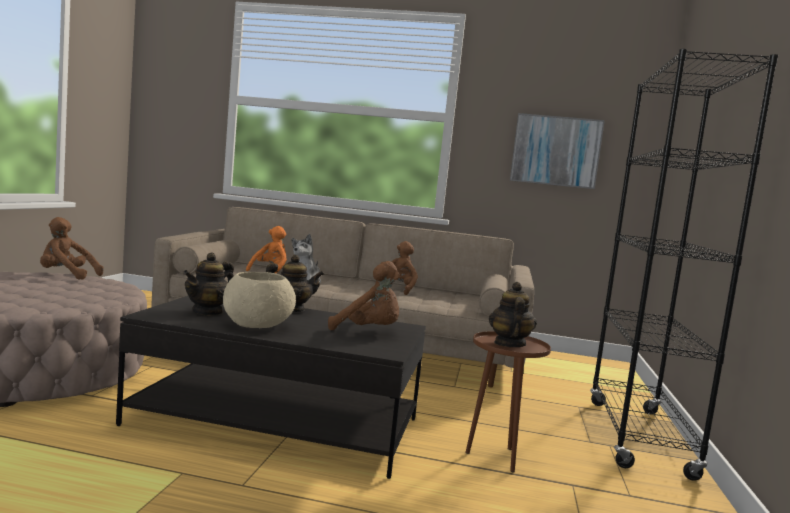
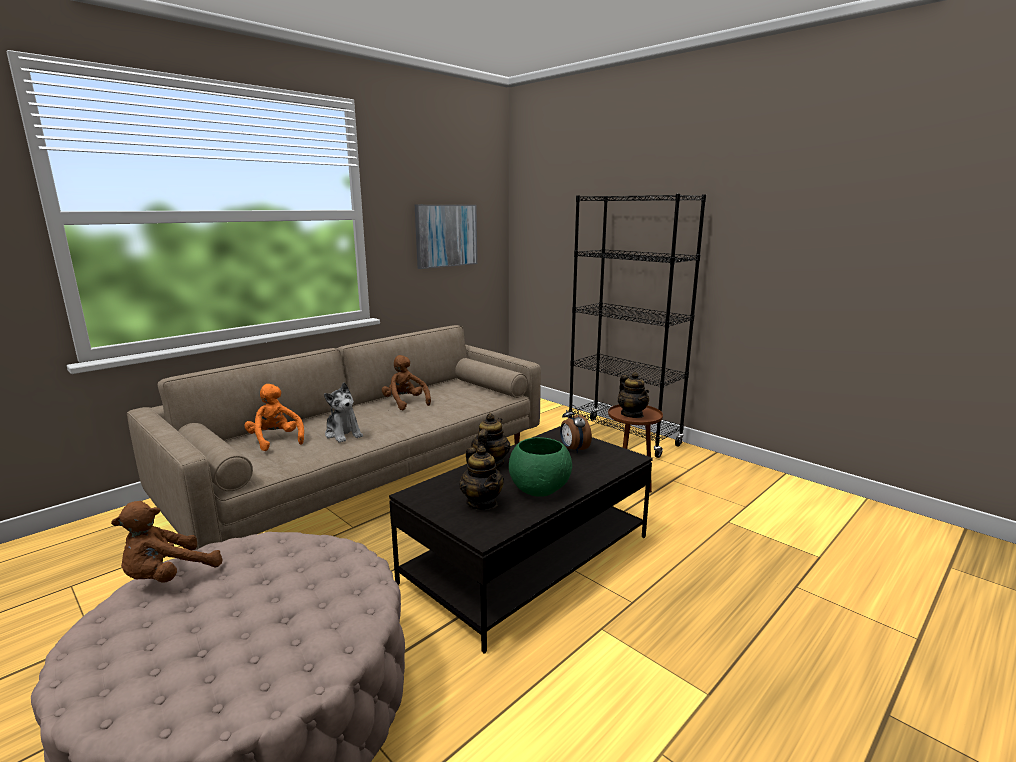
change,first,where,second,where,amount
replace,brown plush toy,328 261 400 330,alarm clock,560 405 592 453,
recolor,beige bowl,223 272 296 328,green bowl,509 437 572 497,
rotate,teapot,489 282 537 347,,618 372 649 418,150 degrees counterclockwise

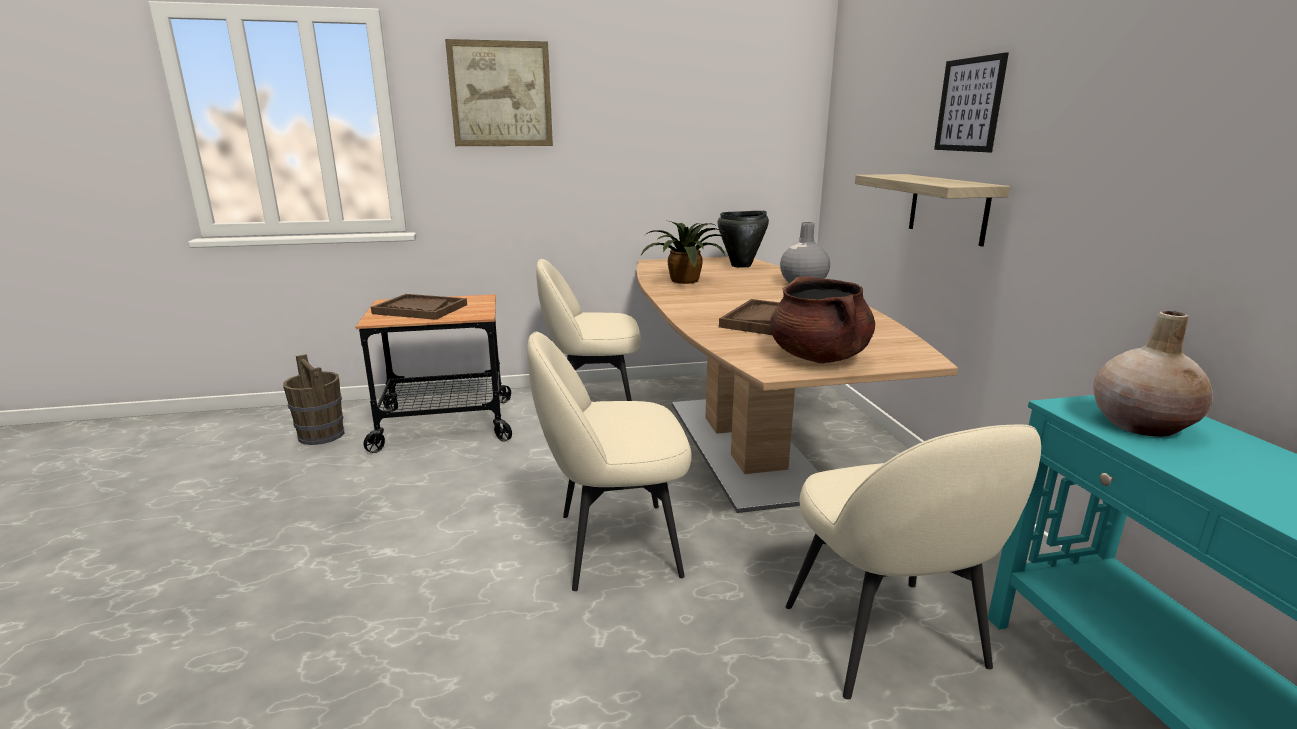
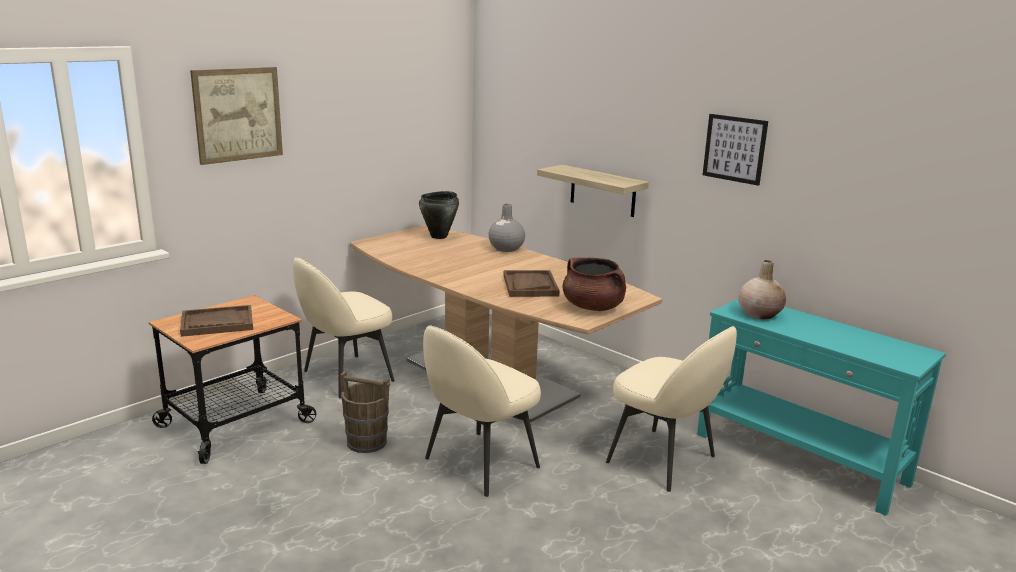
change,first,where,second,where,amount
move,picture,934 53 1009 152,,703 114 768 186,
delete,potted plant,641 221 730 284,,,
move,brown bucket,283 354 344 445,,340 371 390 453,

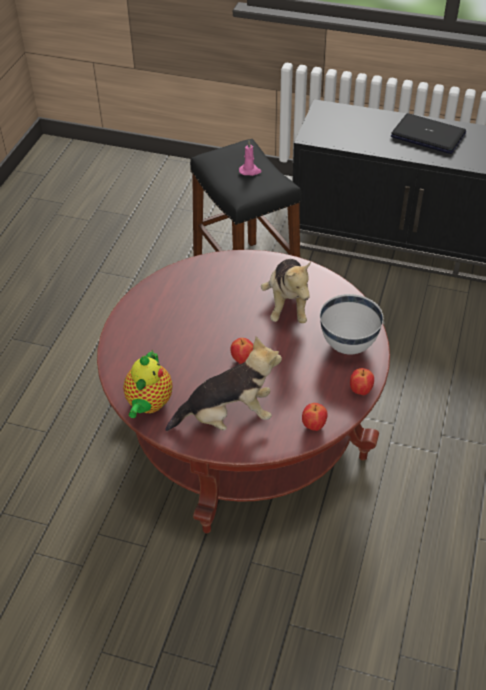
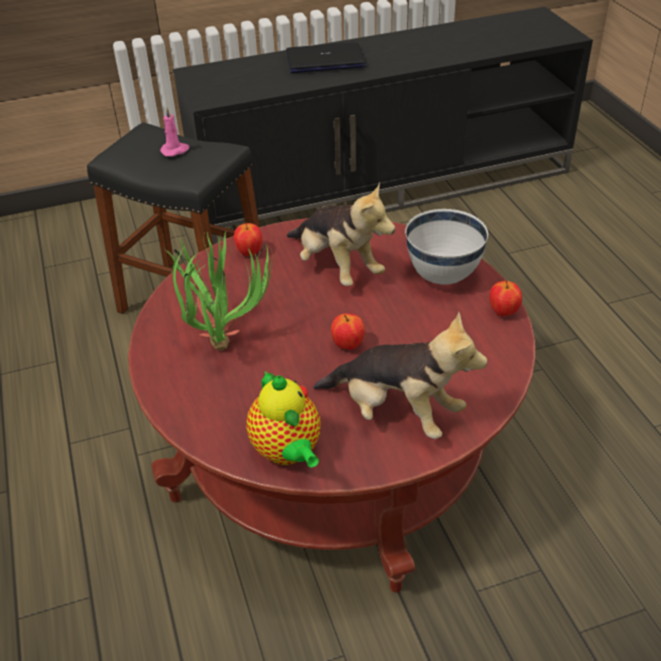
change,first,where,second,where,amount
rotate,plush toy,165 336 282 431,,313 312 488 439,75 degrees clockwise
move,apple,302 403 328 431,,234 223 262 256,
insert,,,potted plant,164 231 273 351,

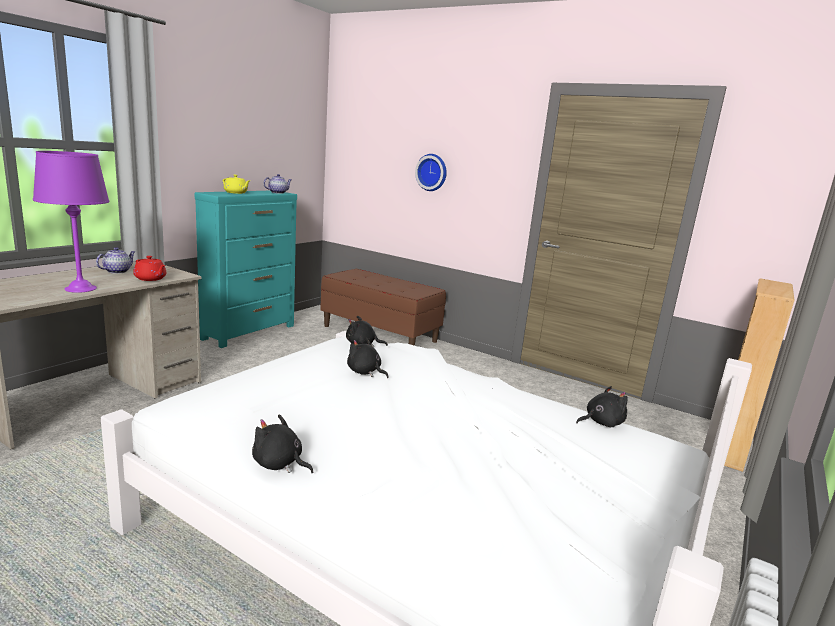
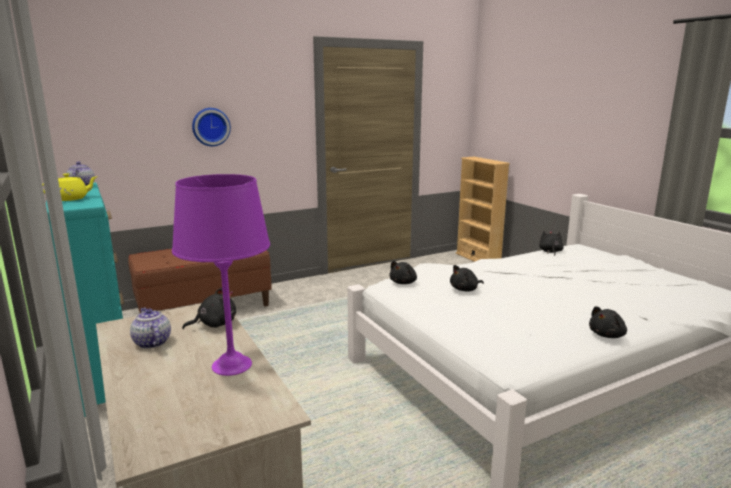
change,first,where,second,where,amount
replace,red teapot,133 256 166 281,black plush toy,182 288 236 329,

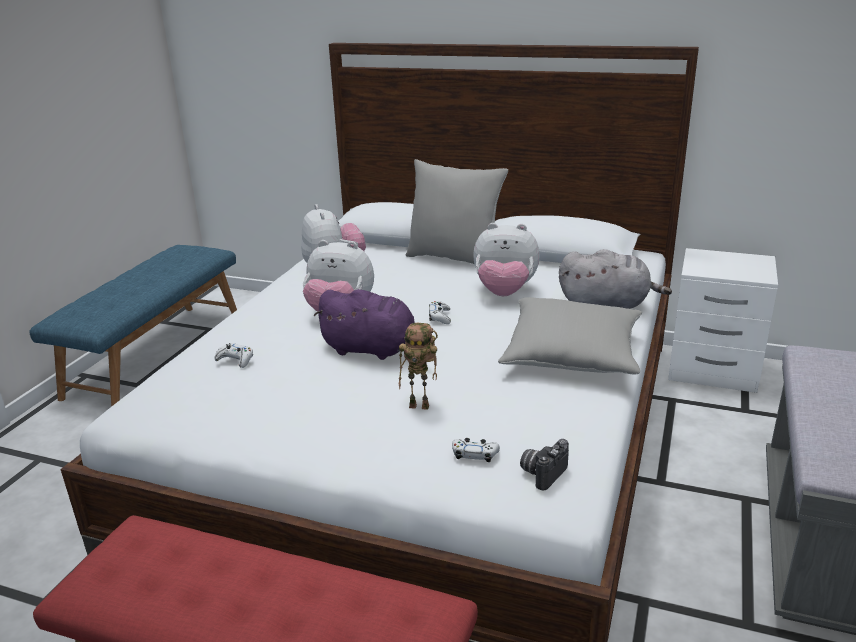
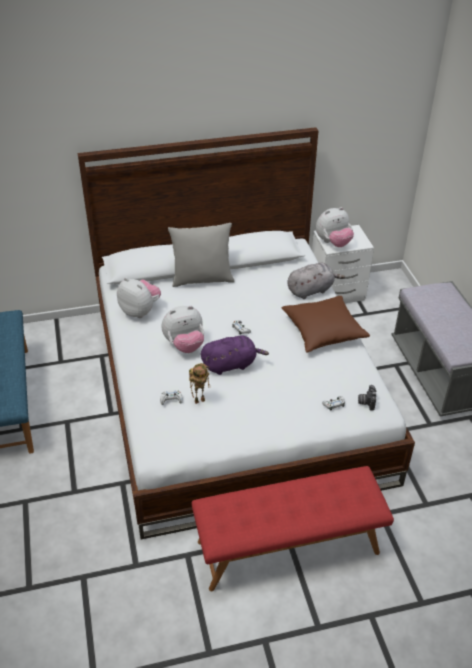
change,first,where,second,where,amount
move,plush toy,473 223 540 296,,316 207 354 247,
recolor,grey pillow,498 297 642 375,brown pillow,282 296 370 352,
move,toy robot,399 323 438 410,,189 363 210 404,

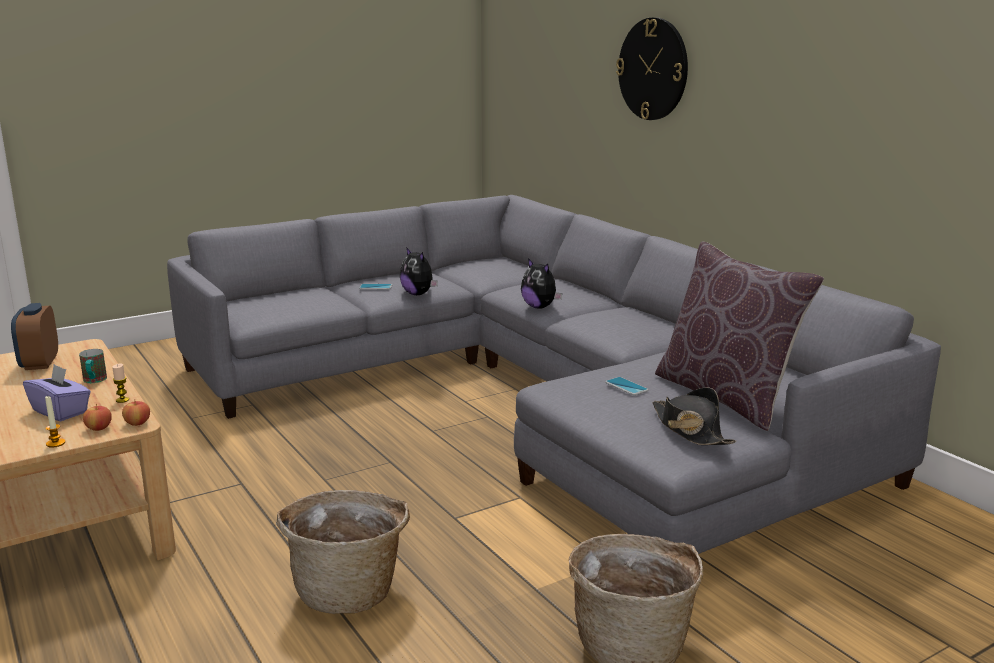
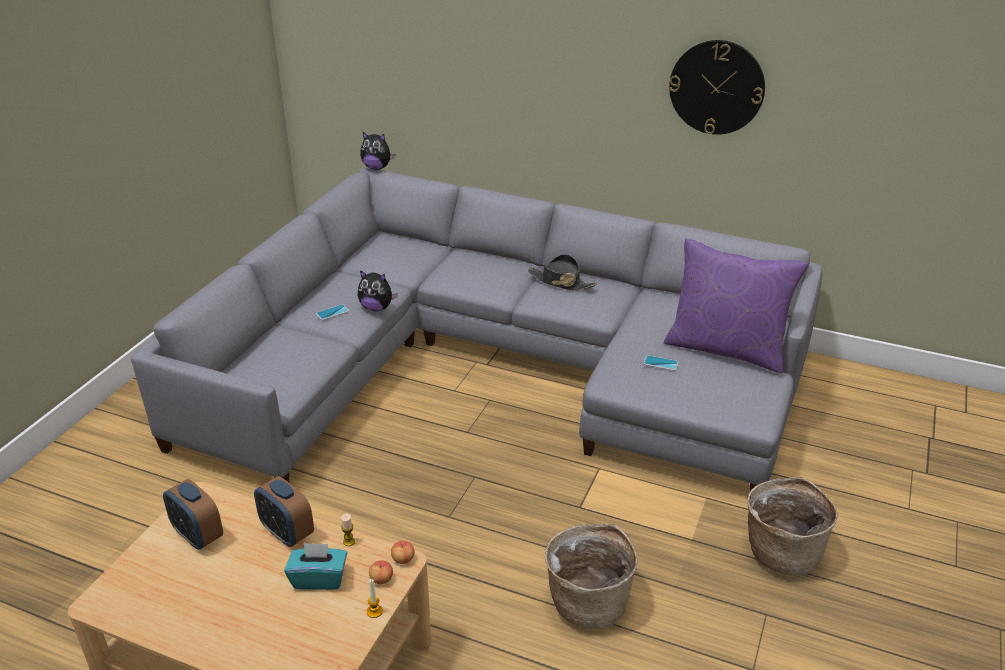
change,first,where,second,where,amount
move,wall clock,616 17 688 120,,669 40 765 135,
recolor,brown pillow,655 241 824 431,purple pillow,664 238 808 373,
move,plush toy,521 258 562 309,,360 131 395 170,
replace,mug,79 349 107 383,alarm clock,254 476 314 547,
recolor,purple tissue box,23 364 91 421,turquoise tissue box,284 543 347 590,
move,black hat,653 387 736 445,,528 254 597 291,

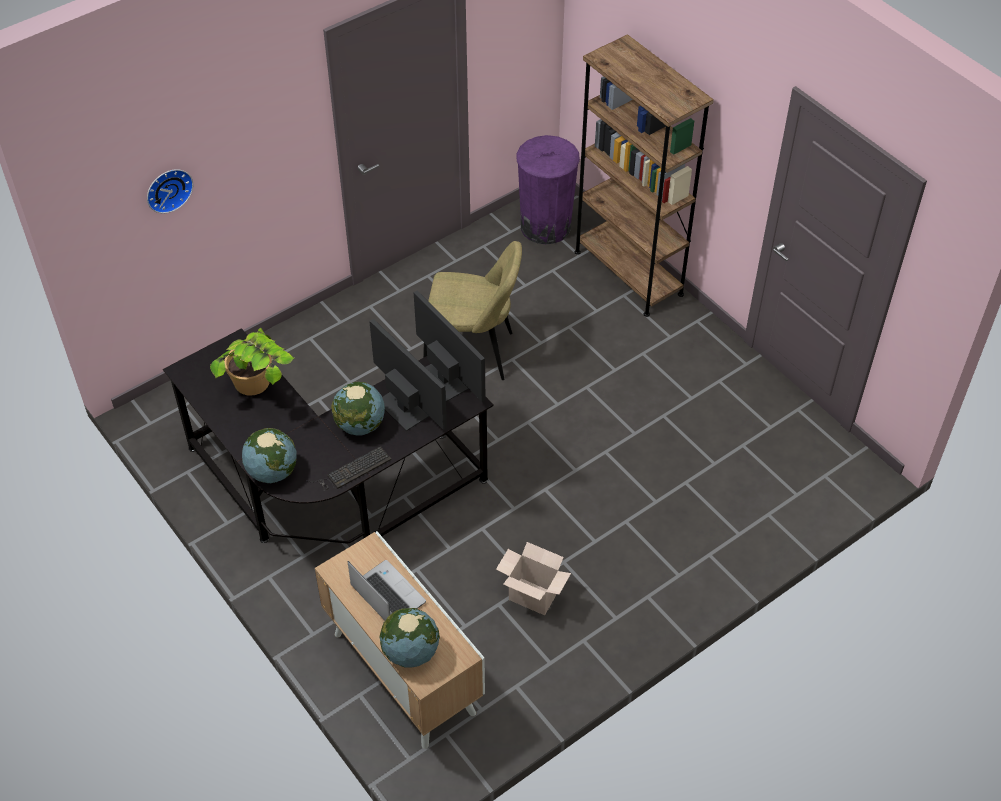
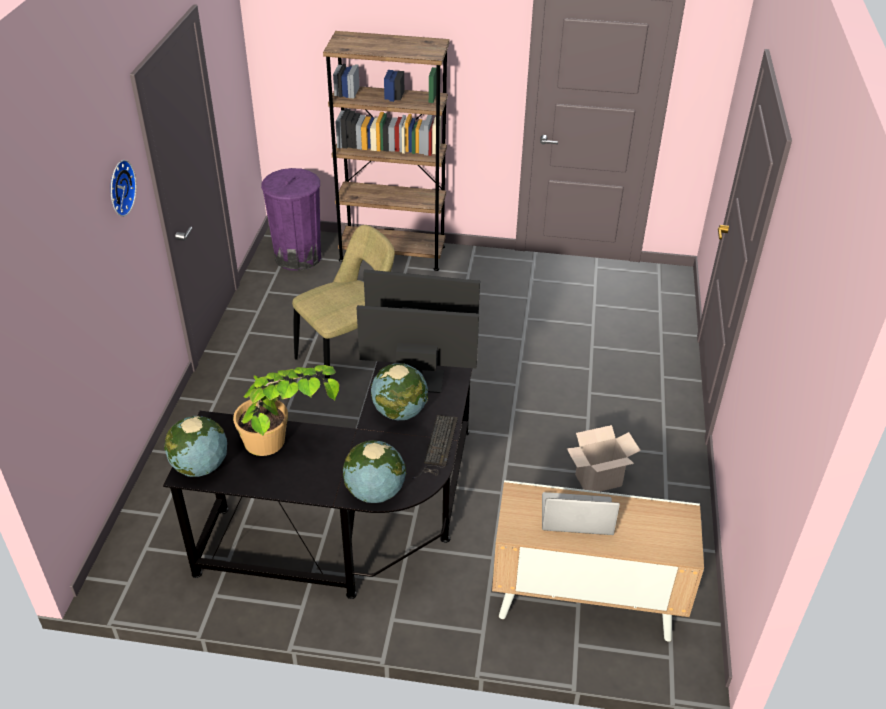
change,first,where,second,where,amount
move,wall clock,147 169 193 213,,111 160 136 217,
move,globe,379 608 440 667,,164 416 227 477,

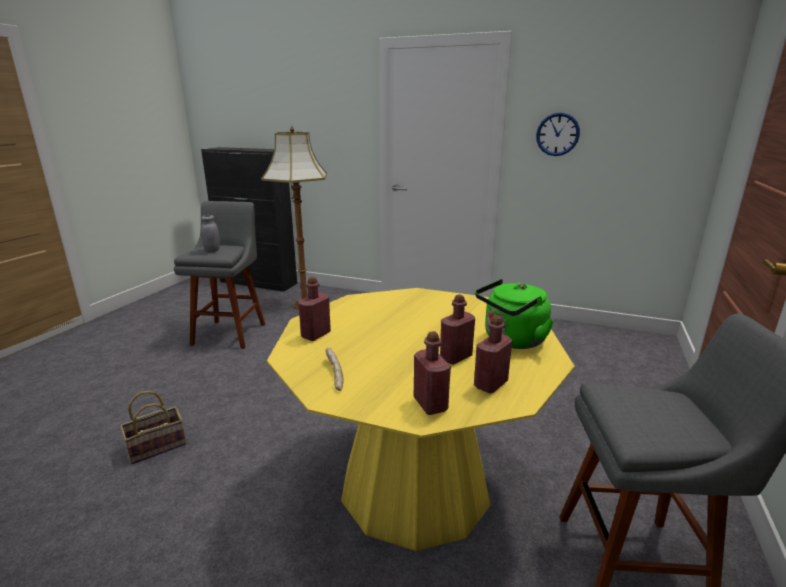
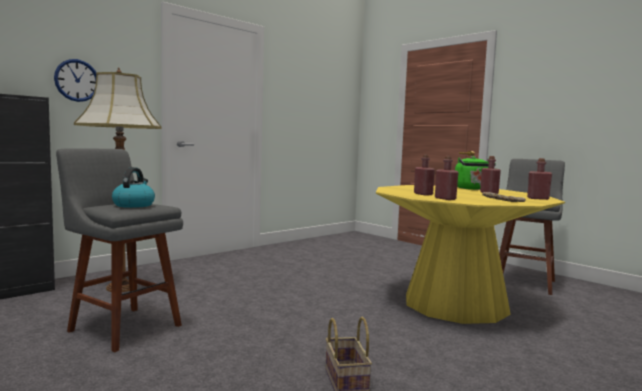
change,first,where,second,where,amount
move,wall clock,536 112 580 156,,54 59 96 102,
replace,grey jar,201 215 220 252,kettle,112 167 155 208,
move,red bottle,474 315 512 394,,414 154 435 195,

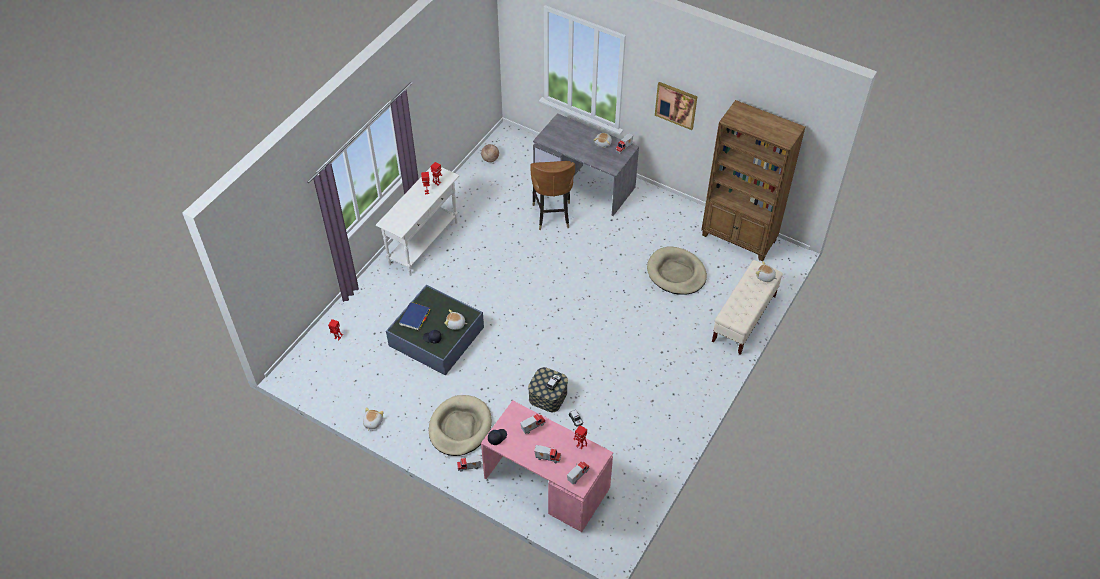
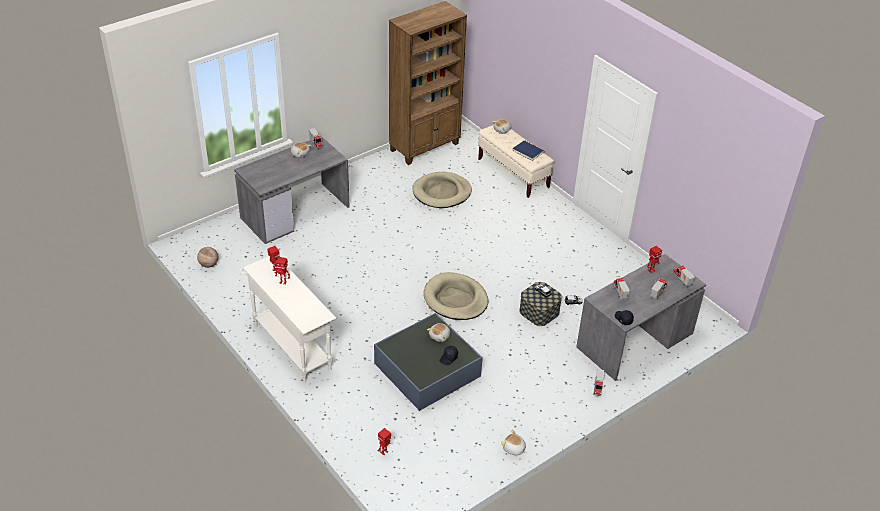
change,first,where,second,where,amount
delete,picture,655 82 698 130,,,
delete,brown chair,530 161 575 230,,,
move,blue book,399 302 430 330,,513 140 544 161,
move,beige dog bed,429 395 492 456,,424 272 488 320,
recolor,pink desk,481 400 613 532,grey desk,576 254 706 381,

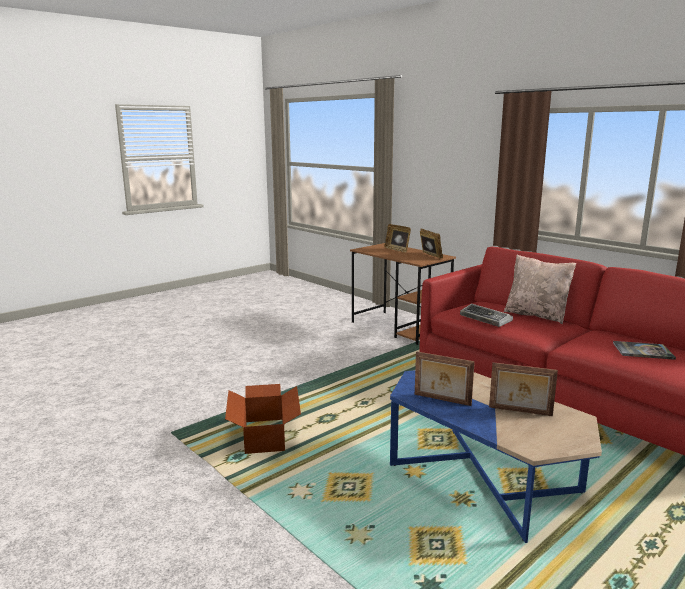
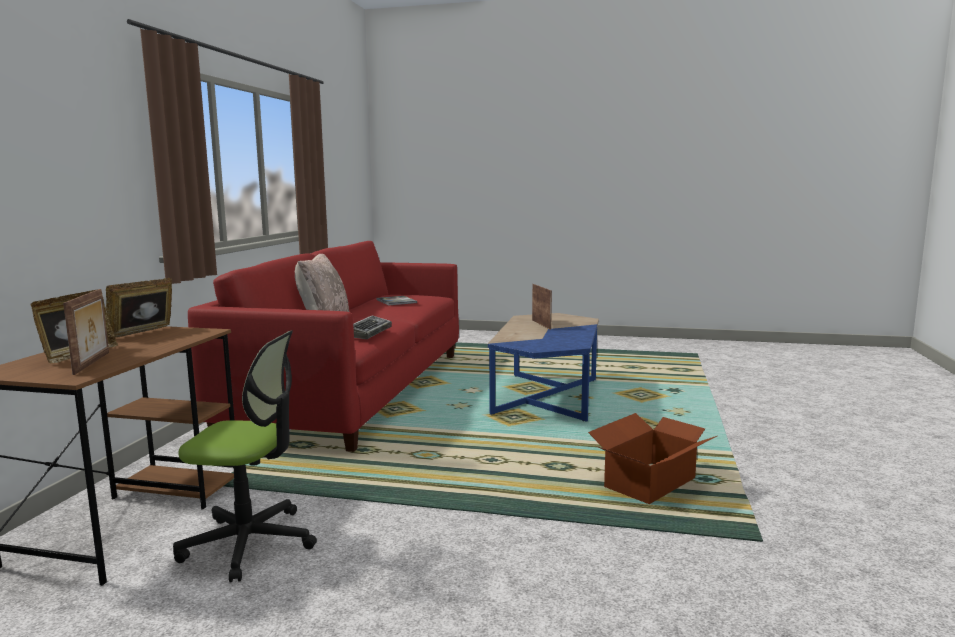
change,first,where,second,where,amount
move,picture frame,415 351 475 406,,63 289 109 375,
insert,,,office chair,173 330 317 583,

